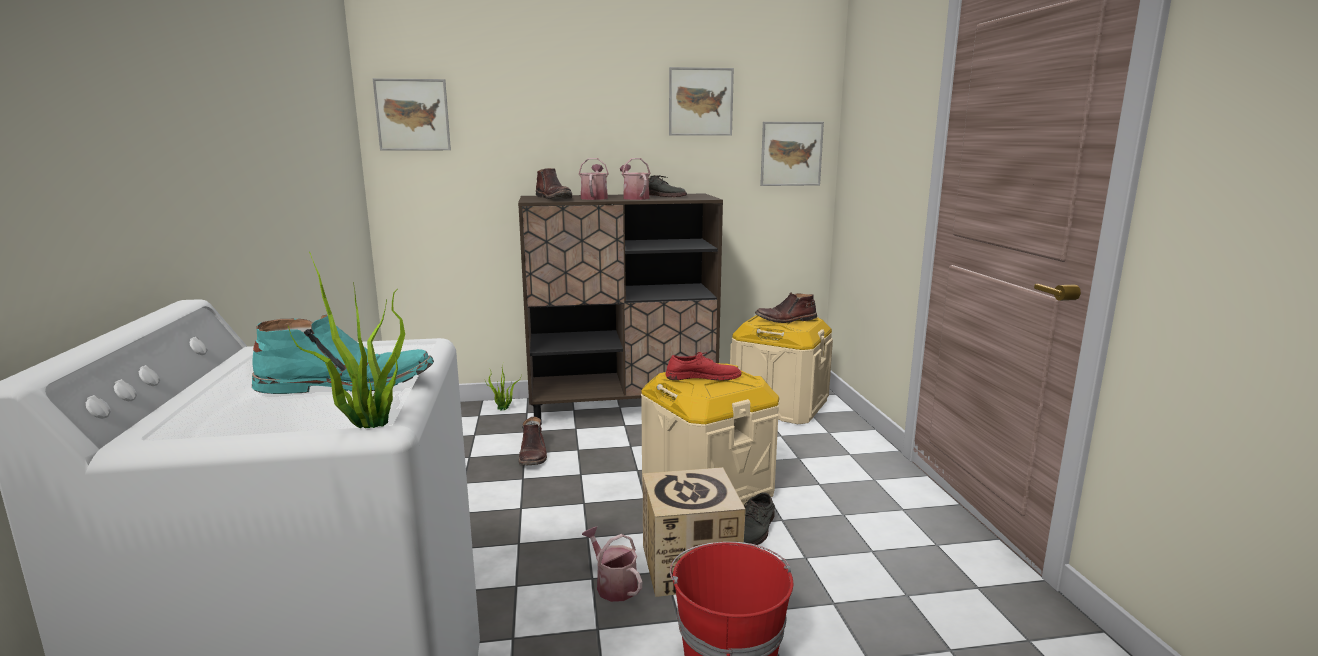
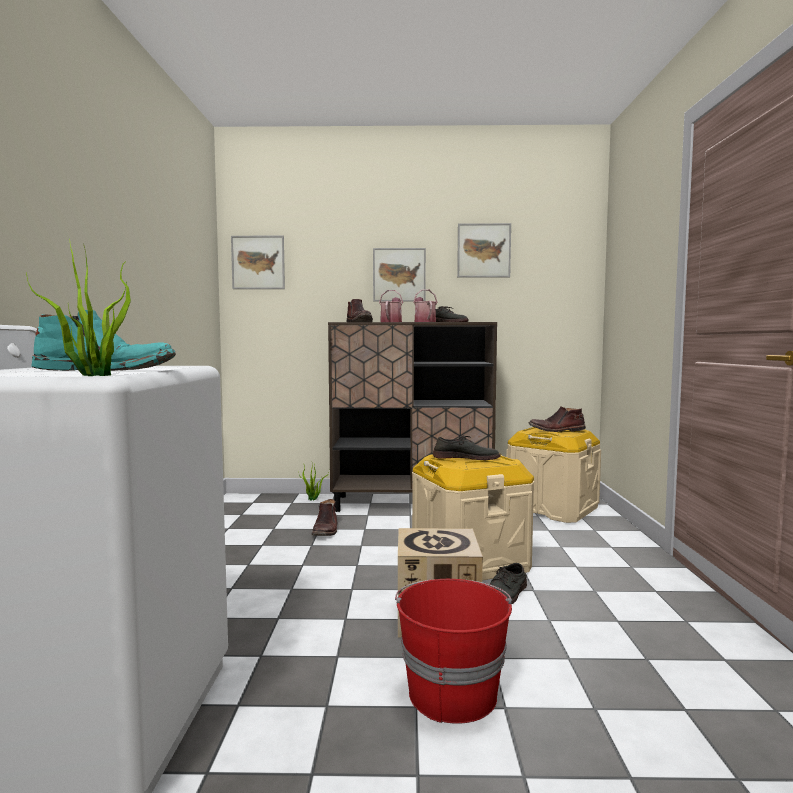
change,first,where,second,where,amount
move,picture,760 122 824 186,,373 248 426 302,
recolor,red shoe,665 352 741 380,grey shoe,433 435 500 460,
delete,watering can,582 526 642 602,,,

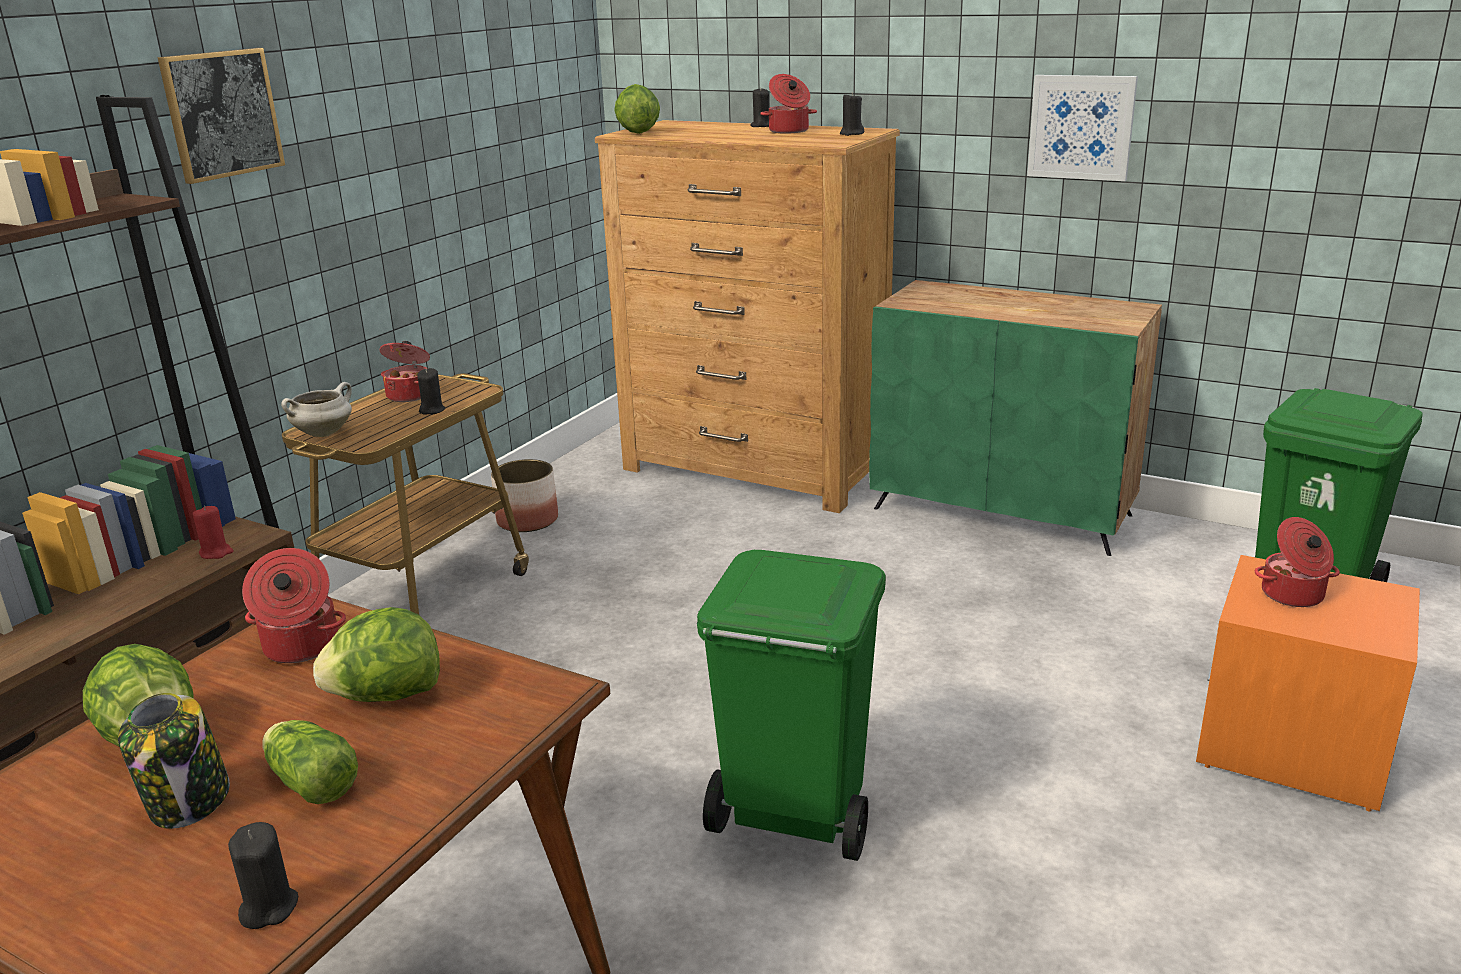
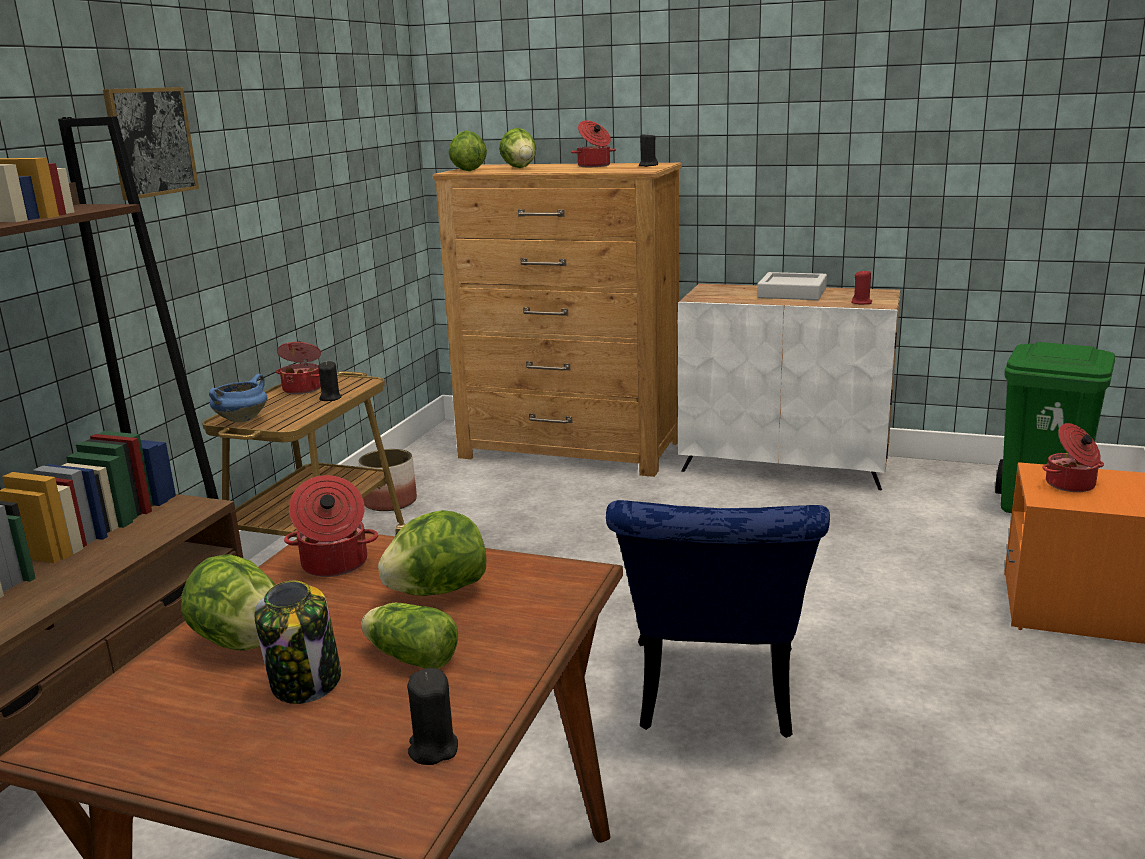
change,first,where,second,where,amount
delete,picture,1027 75 1138 181,,,
delete,black candle,750 87 770 127,,,
recolor,green cabinet,869 280 1162 556,white cabinet,678 284 900 490,
recolor,white cooking pot,281 382 352 437,blue cooking pot,209 374 268 422,
move,red candle,193 505 234 559,,851 269 872 304,
replace,green trash can,697 550 886 861,blue chair,606 500 830 738,
insert,,,lettuce,499 128 536 168,
insert,,,grey tray,757 272 827 300,

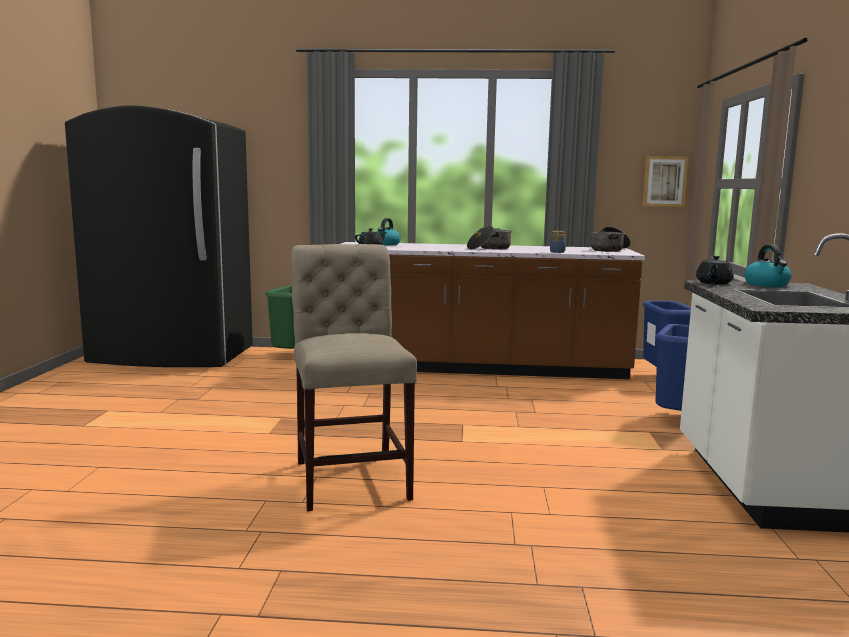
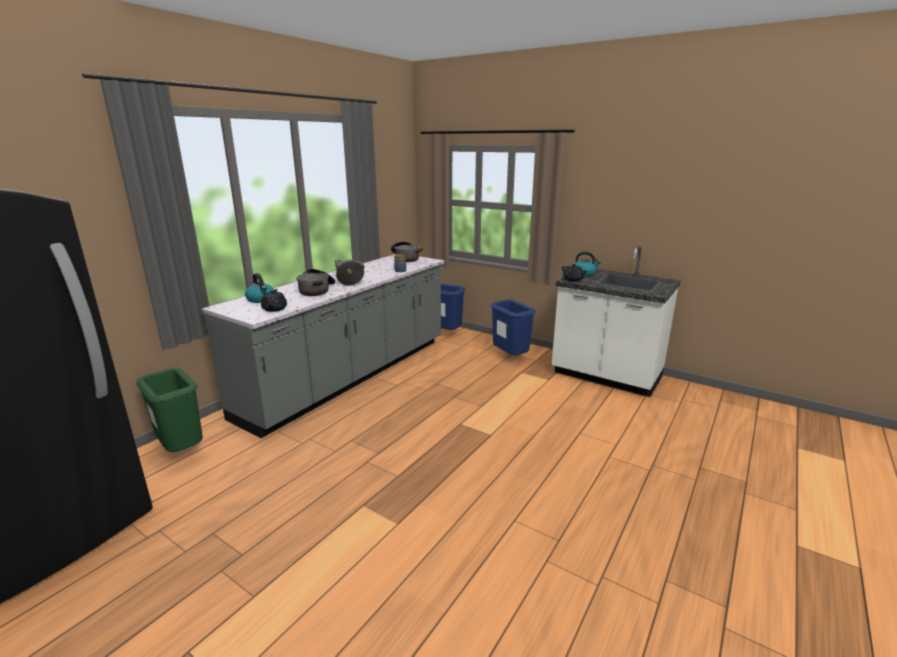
change,first,where,second,where,amount
delete,picture,642 156 689 207,,,
recolor,brown counter,341 242 645 379,grey counter,202 254 444 438,
delete,beige chair,291 244 417 511,,,
insert,,,cooking pot,296 269 335 296,

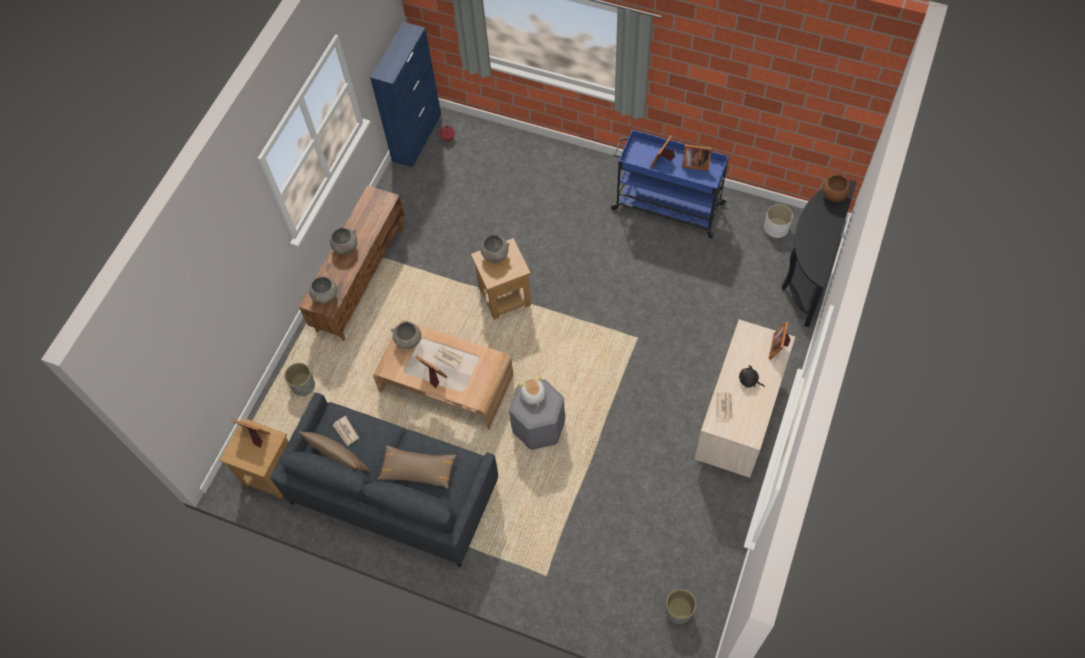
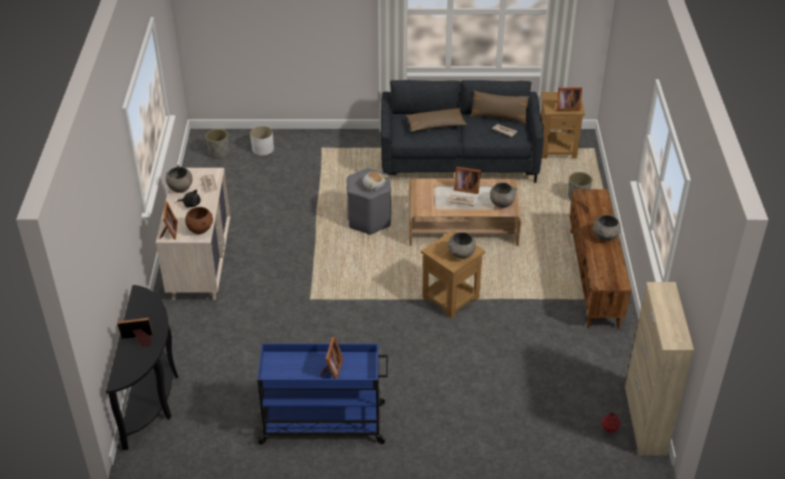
change,first,where,second,where,amount
recolor,blue cabinet,370 22 441 167,beige cabinet,625 282 694 455,
move,picture frame,682 145 712 171,,117 318 153 346,
move,brown bowl,822 172 850 202,,185 207 213 234,
move,white planter,764 204 793 238,,250 126 274 155,
move,grey bowl,309 276 337 303,,166 165 192 193,

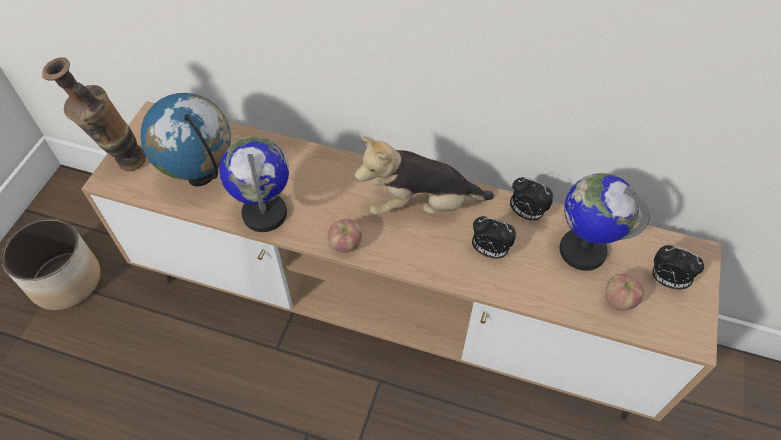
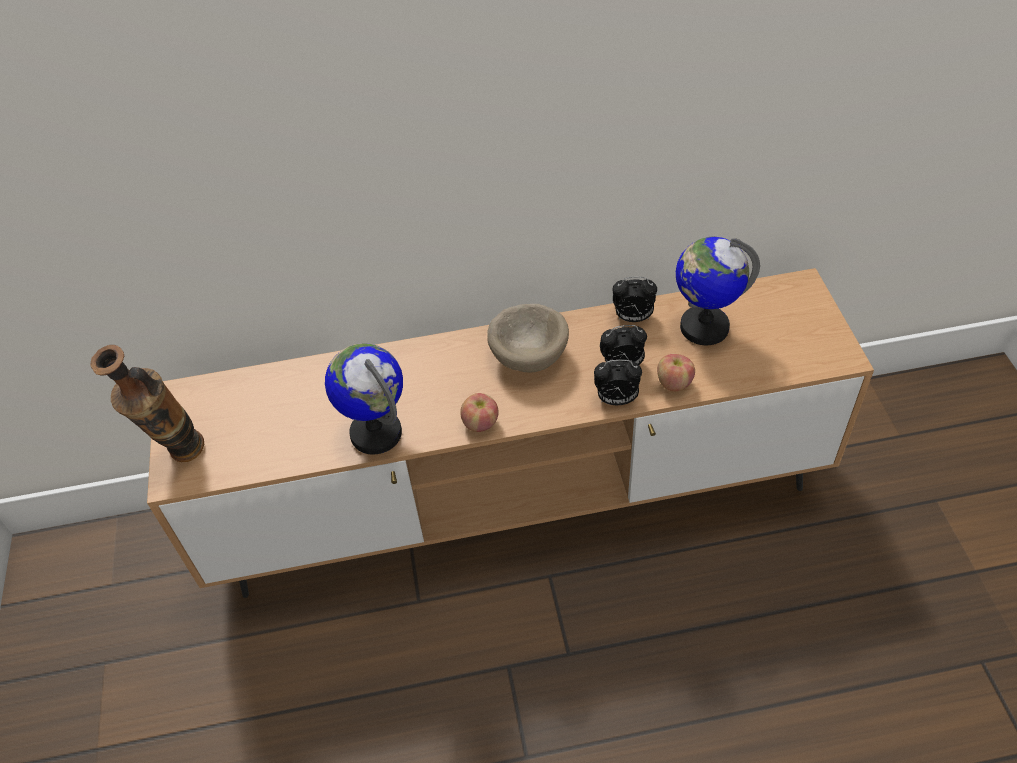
change,first,where,second,where,amount
delete,globe,140 93 231 187,,,
replace,plush toy,355 136 494 215,beige bowl,487 304 569 372,
delete,planter,1 218 101 310,,,
move,alarm clock,652 245 704 289,,594 360 642 405,
move,apple,605 274 644 311,,657 354 695 392,

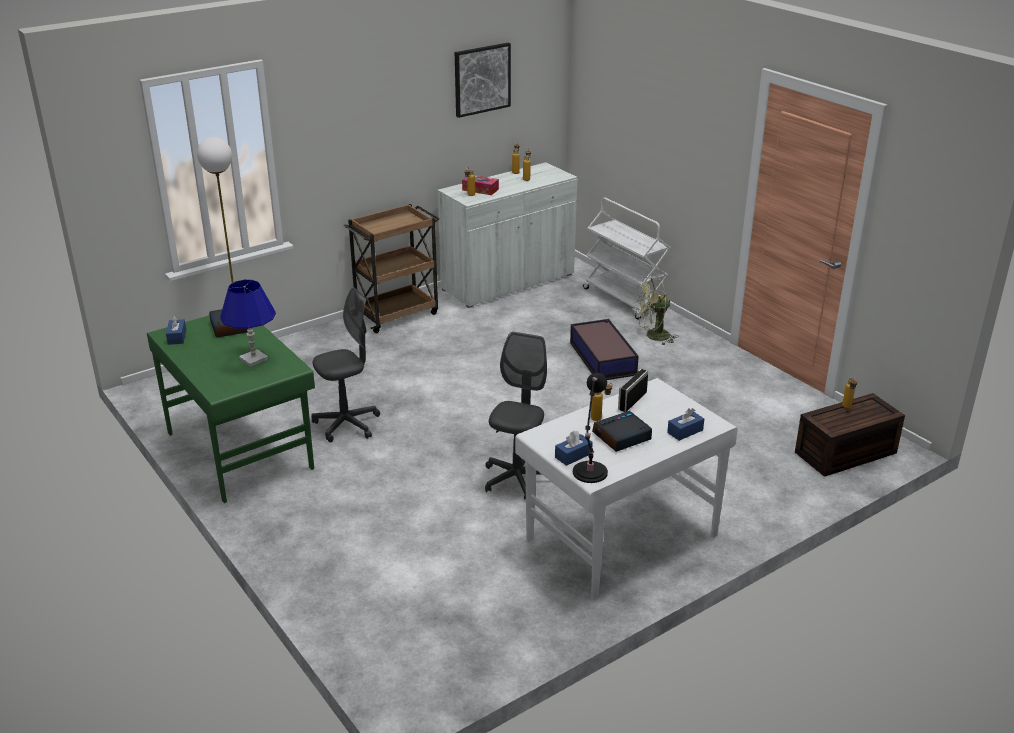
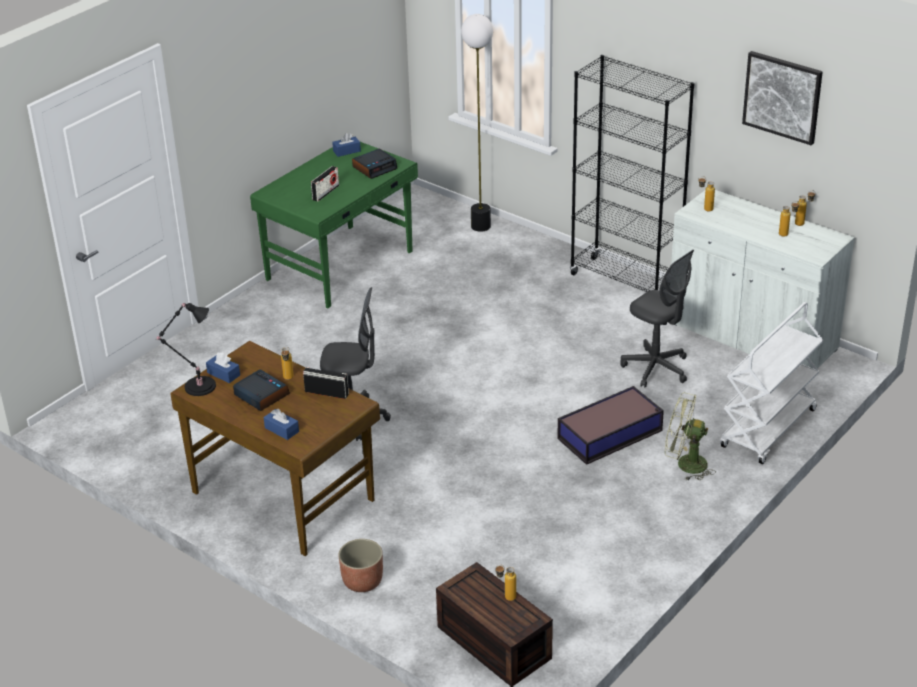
change,first,where,second,where,amount
delete,tissue box,462 175 499 195,,,
replace,brown cart,344 204 439 333,black bookcase,570 55 695 292,
rotate,green fan,634 277 678 346,,665 392 716 480,45 degrees counterclockwise
replace,blue table lamp,220 280 276 367,radio,311 166 339 202,
move,grey office chair,311 287 380 442,,620 250 694 388,
recolor,white desk,515 378 738 600,brown desk,170 341 380 556,
insert,,,planter,338 539 383 592,

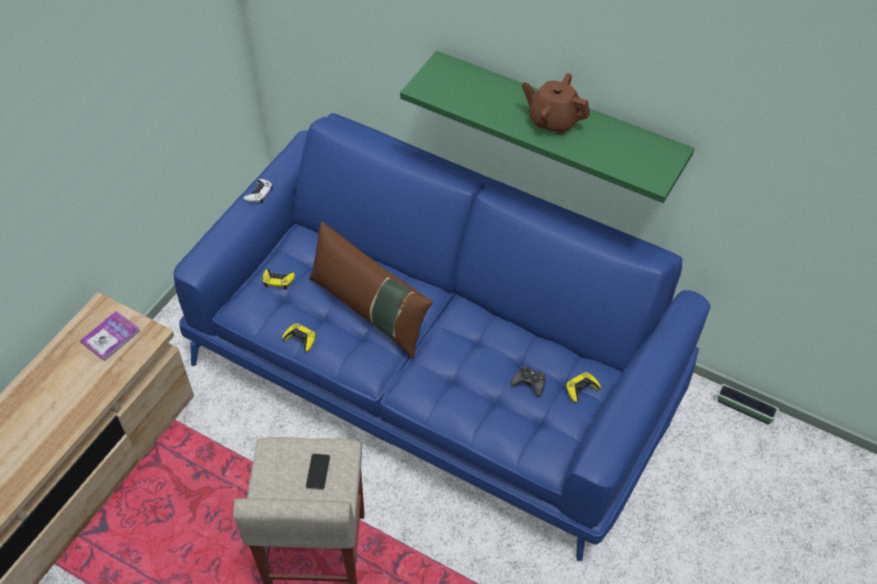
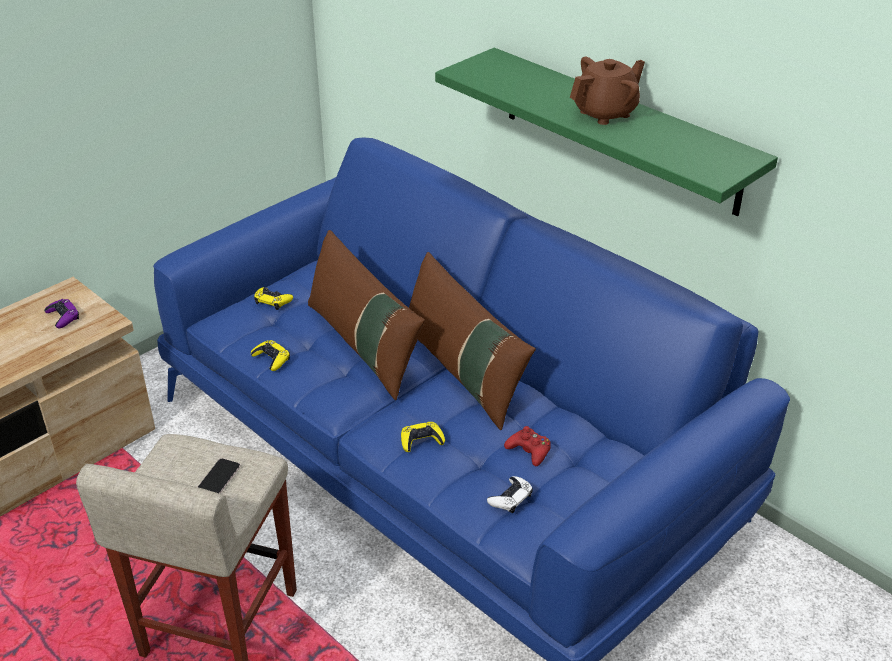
change,first,where,second,where,amount
rotate,brown teapot,522 73 590 135,,570 57 645 125,105 degrees clockwise
move,white game controller,243 179 273 204,,487 476 533 513,
replace,book,80 311 140 361,purple game controller,44 299 79 328,
recolor,black game controller,510 366 545 397,red game controller,504 426 551 466,
move,yellow game controller,566 372 601 402,,401 422 445 452,
delete,planter,717 384 779 424,,,
insert,,,brown pillow,409 252 536 430,

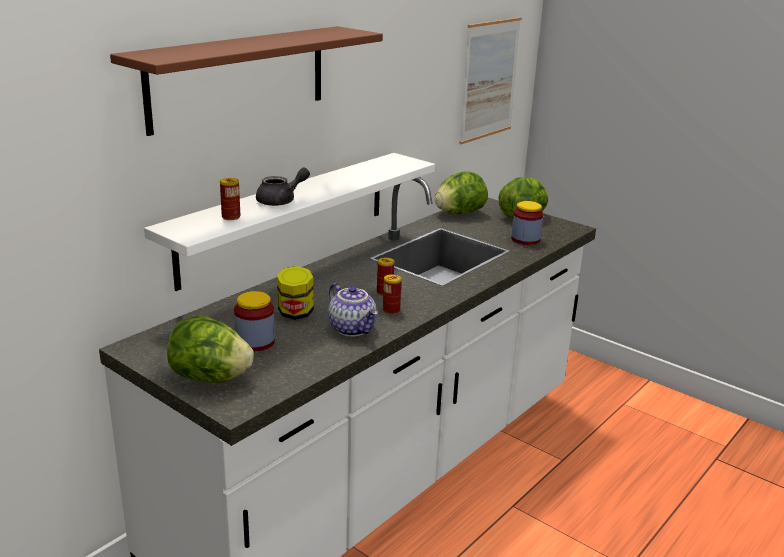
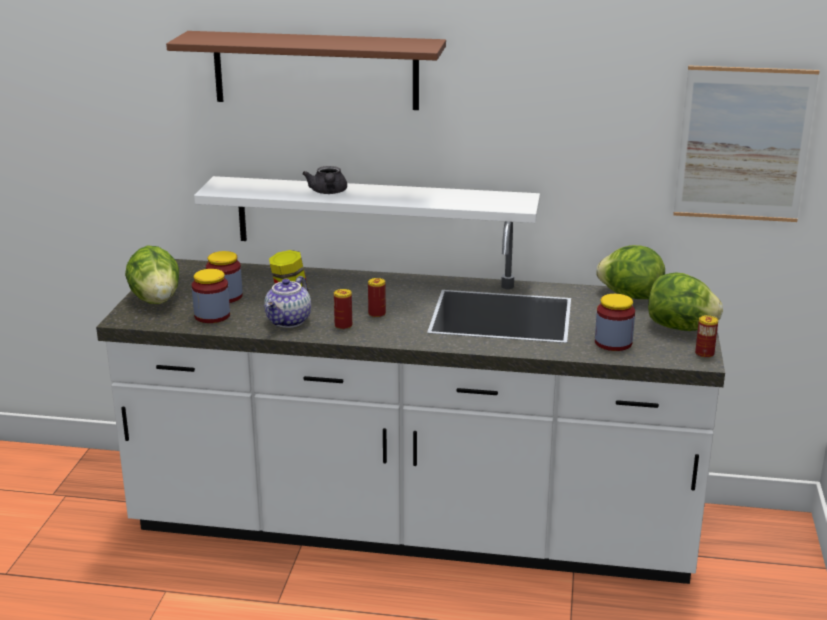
change,first,where,second,where,amount
rotate,grey teapot,256 168 310 206,,302 166 347 194,60 degrees clockwise
move,can,220 178 241 220,,695 315 718 358,
insert,,,jar,192 269 230 323,

